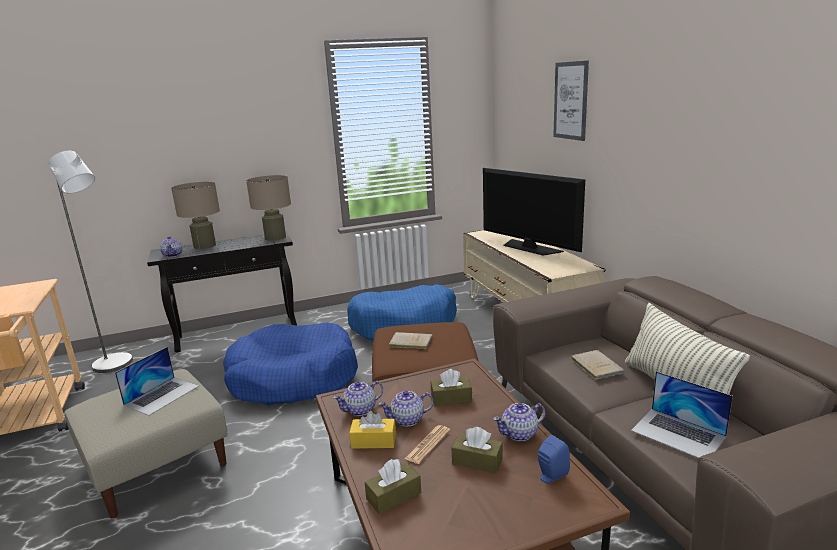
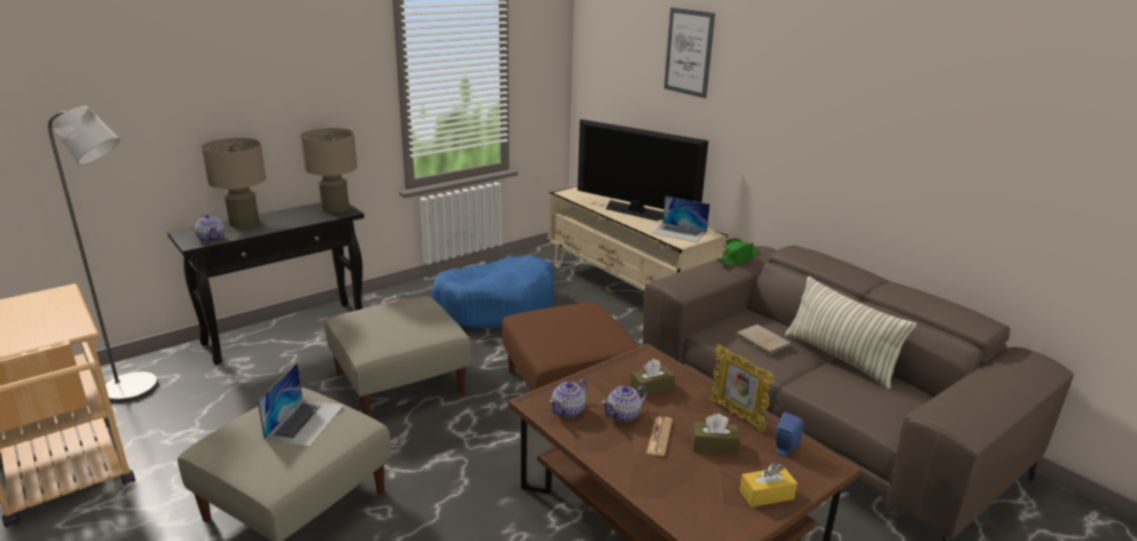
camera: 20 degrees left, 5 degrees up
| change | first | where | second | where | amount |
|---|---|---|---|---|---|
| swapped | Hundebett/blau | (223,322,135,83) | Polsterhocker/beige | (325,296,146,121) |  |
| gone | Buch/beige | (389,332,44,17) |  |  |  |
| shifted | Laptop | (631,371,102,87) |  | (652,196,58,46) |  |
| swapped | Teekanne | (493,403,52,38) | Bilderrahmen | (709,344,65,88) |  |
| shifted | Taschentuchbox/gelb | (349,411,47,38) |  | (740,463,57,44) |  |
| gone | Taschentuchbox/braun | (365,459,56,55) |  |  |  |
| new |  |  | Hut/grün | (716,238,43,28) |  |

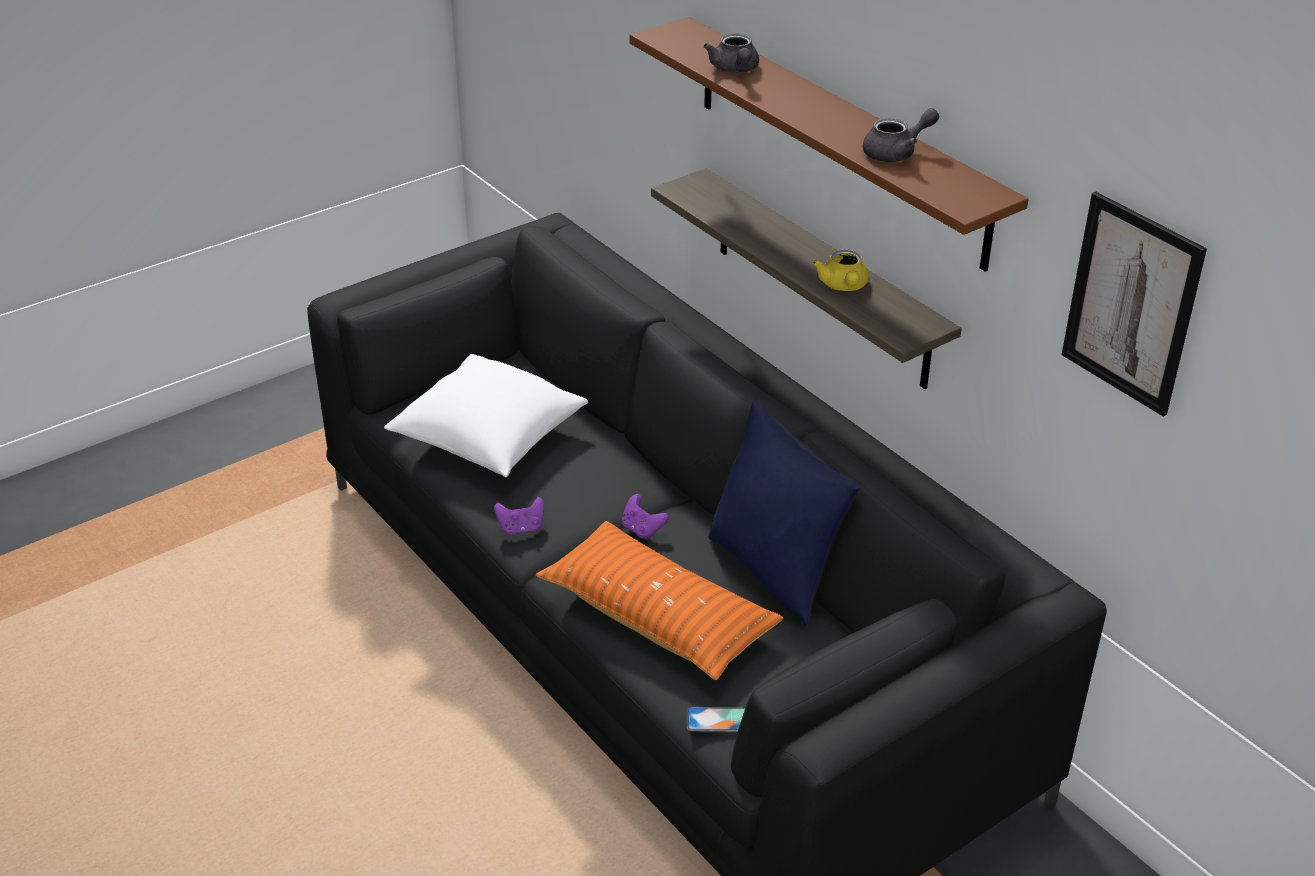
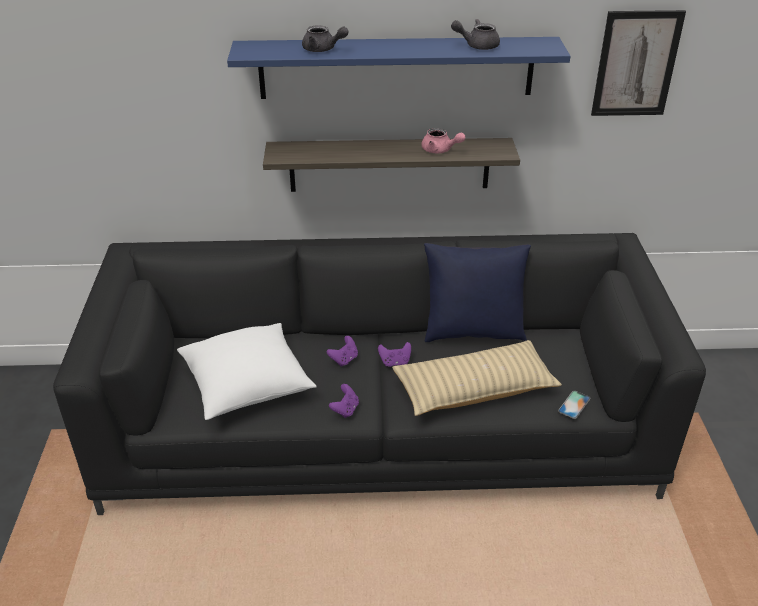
camera: 55 degrees left, 0 degrees up
| change | first | where | second | where | amount |
|---|---|---|---|---|---|
| repainted | Wandregal/braun | (629,17,400,255) | Wandregal/blau | (227,37,344,62) |  |
| rotated | Teekanne/grau | (863,108,76,54) |  | (451,19,49,31) | 105 degrees counterclockwise |
| repainted | Teekanne/gelb | (812,249,57,42) | Teekanne/rosa | (421,128,44,25) |  |
| repainted | Kissen/orange | (535,521,248,159) | Kissen/beige | (392,340,170,76) |  |
| new |  |  | Gamepad/lila | (327,336,31,31) |  |

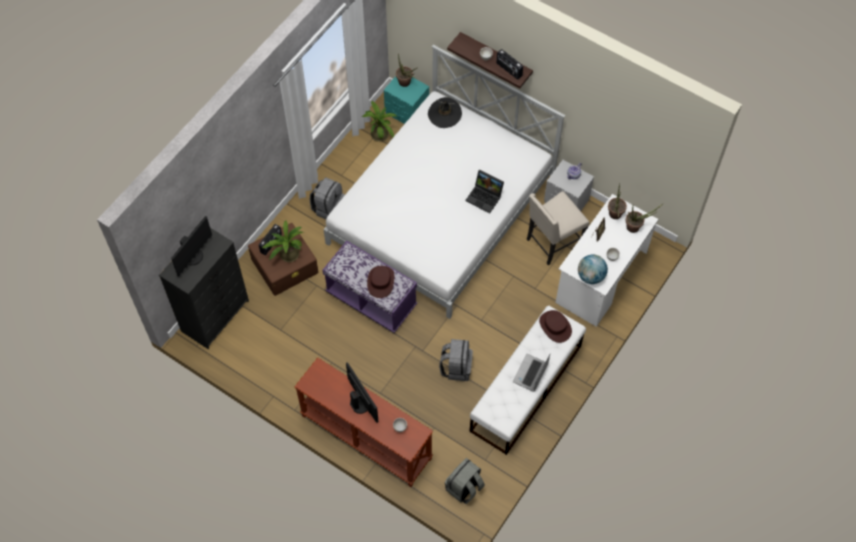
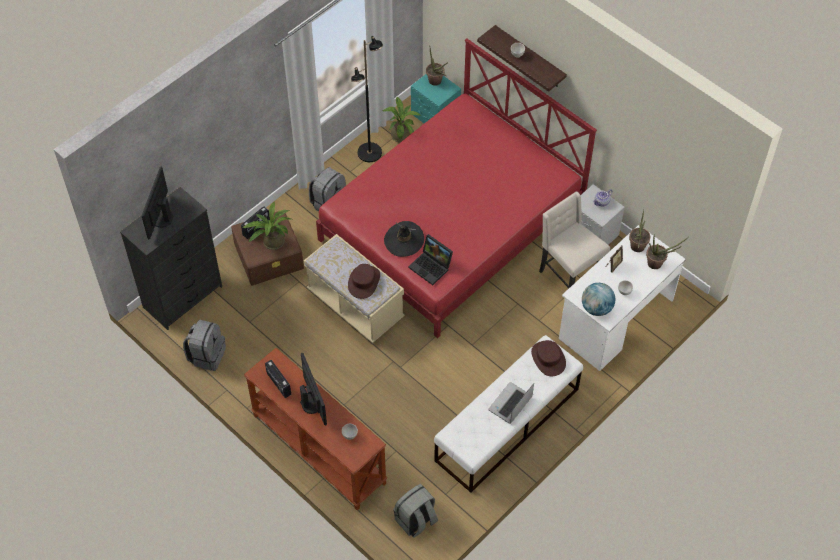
camera: 10 degrees right, 5 degrees down
| change | first | where | second | where | amount |
|---|---|---|---|---|---|
| repainted | Bett/weiß | (323,45,243,274) | Bett/rot | (316,38,281,300) |  |
| shifted | Radio | (496,49,27,31) |  | (265,360,26,38) |  |
| shifted | Hut/schwarz | (428,97,34,31) |  | (384,221,40,36) |  |
| shifted | Laptop | (465,170,39,43) |  | (408,234,45,51) |  |
| rotated | Stuhl/beige | (527,191,62,74) |  | (539,191,71,98) | 75 degrees clockwise |
| rotated | Monitor | (171,216,41,61) |  | (141,167,32,72) | 150 degrees clockwise |
| repainted | Bank/lila | (323,241,94,92) | Bank/beige | (304,234,100,109) |  |
| shifted | Rucksack/grau | (439,339,34,42) |  | (183,319,43,52) |  |
| new |  |  | Stehlampe/schwarz | (351,36,32,126) |  |

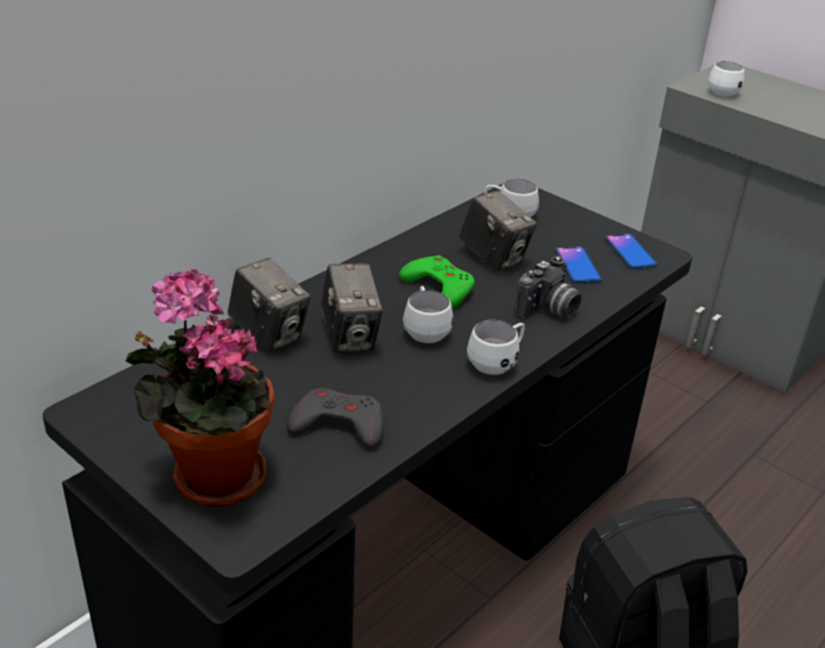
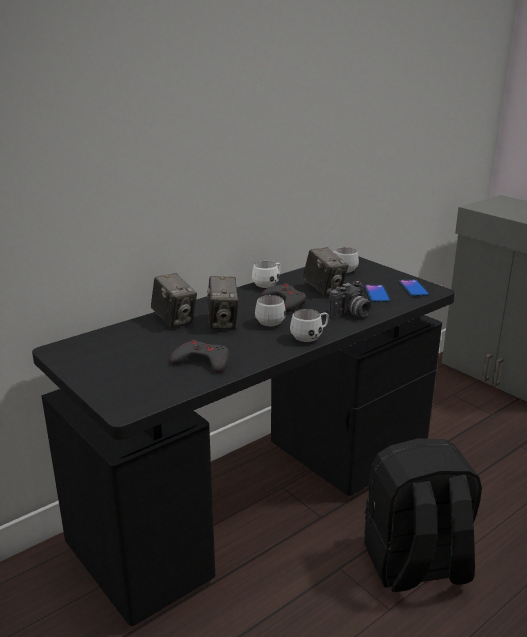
camera: 10 degrees right, 10 degrees down
| change | first | where | second | where | amount |
|---|---|---|---|---|---|
| shifted | Henkelbecher/weiß | (708,61,36,35) |  | (252,261,29,27) |  |
| repainted | Gamepad/grün | (399,255,76,54) | Gamepad/grau | (261,283,45,29) |  |
| gone | Topfpflanze | (126,269,149,238) |  |  |  |

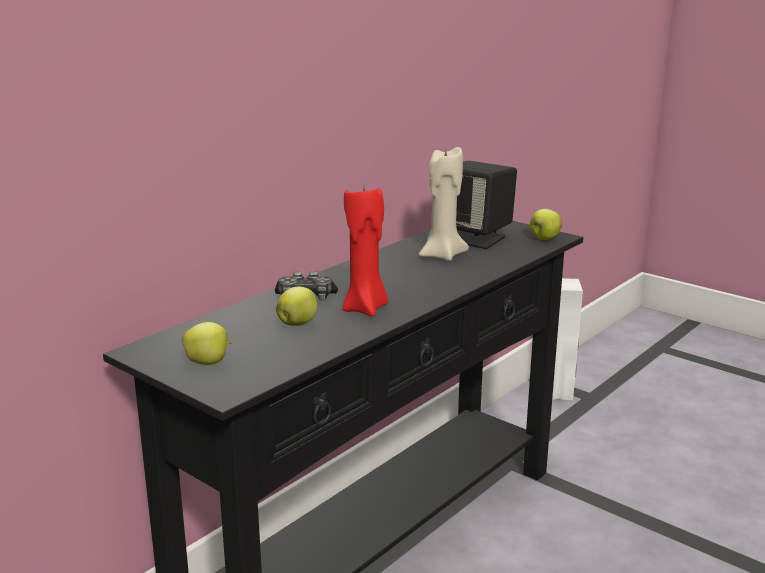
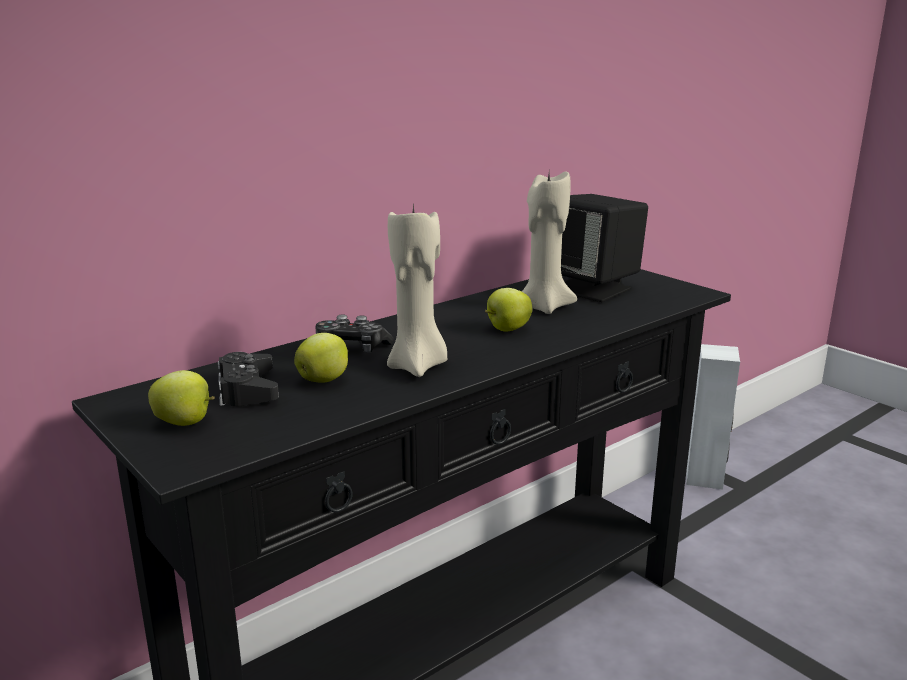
camera: 10 degrees right, 0 degrees up
| change | first | where | second | where | amount |
|---|---|---|---|---|---|
| repainted | Kerze/rot | (342,185,46,132) | Kerze/beige | (387,204,60,173) |  |
| shifted | Apfel | (530,209,32,31) |  | (485,288,48,44) |  |
| new |  |  | Gamepad/schwarz | (218,352,61,54) |  |

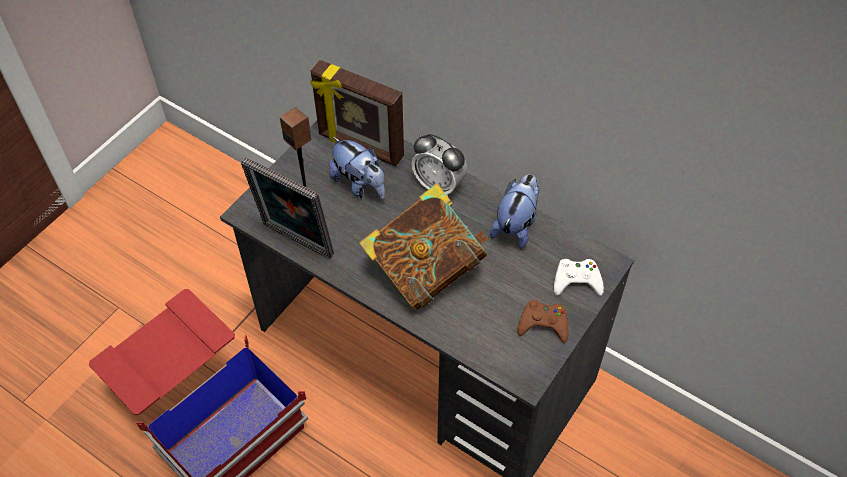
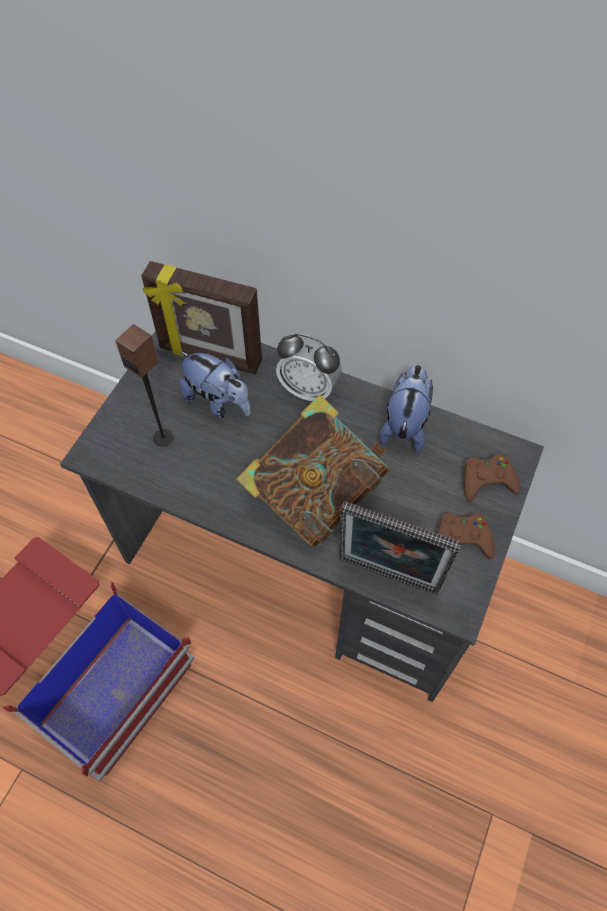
camera: 10 degrees left, 5 degrees up
| change | first | where | second | where | amount |
|---|---|---|---|---|---|
| shifted | Bilderrahmen | (241,157,93,102) |  | (339,501,122,94) |  |
| repainted | Gamepad/weiß | (554,259,50,37) | Gamepad/braun | (464,454,57,48) |  |

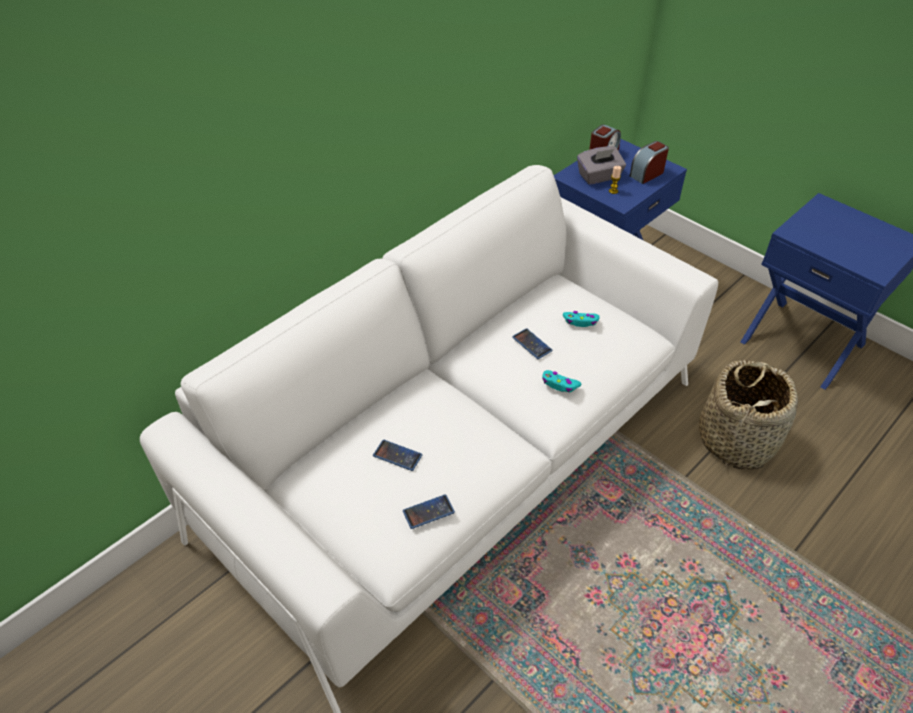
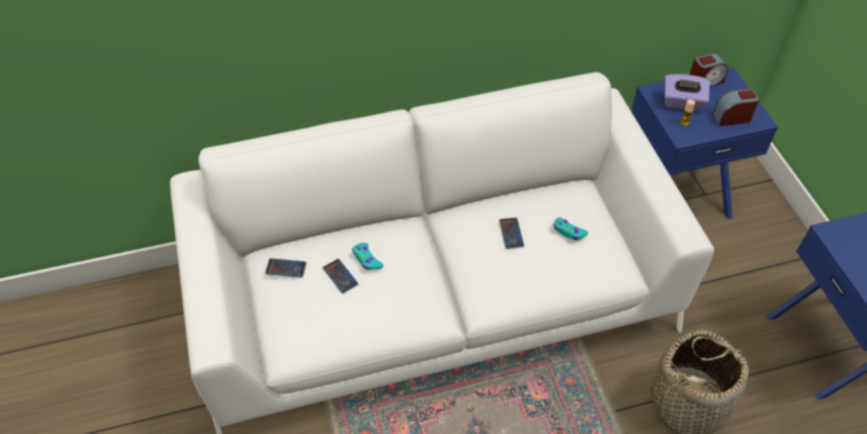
camera: 30 degrees right, 5 degrees up
| change | first | where | second | where | amount |
|---|---|---|---|---|---|
| repainted | Taschentuchbox/grau | (577,146,49,39) | Taschentuchbox/lila | (664,74,46,37) |  |
| shifted | Gamepad/türkis | (542,370,39,22) |  | (352,243,32,27) |  |
| shifted | Handy | (403,494,52,35) |  | (265,258,42,20) |  |

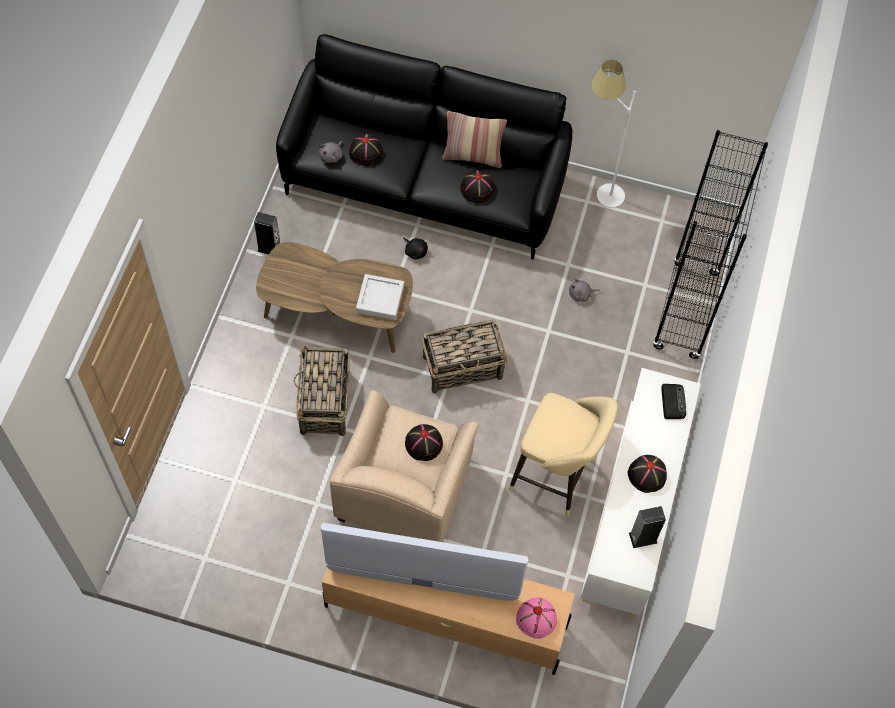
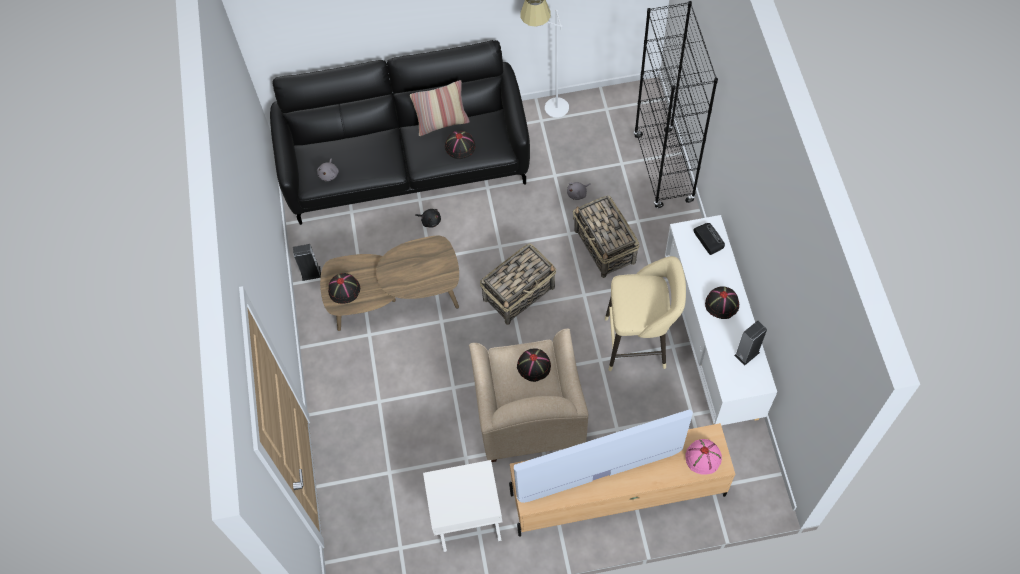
camera: 20 degrees left, 0 degrees up
| change | first | where | second | where | amount |
|---|---|---|---|---|---|
| shifted | Hut/schwarz | (349,134,34,32) |  | (328,273,32,31) |  |
| gone | Tablett/grau | (356,274,48,46) |  |  |  |
| shifted | Korb | (294,346,56,90) |  | (573,195,66,83) |  |
| new |  |  | Nachttisch/weiß | (423,460,80,92) |  |

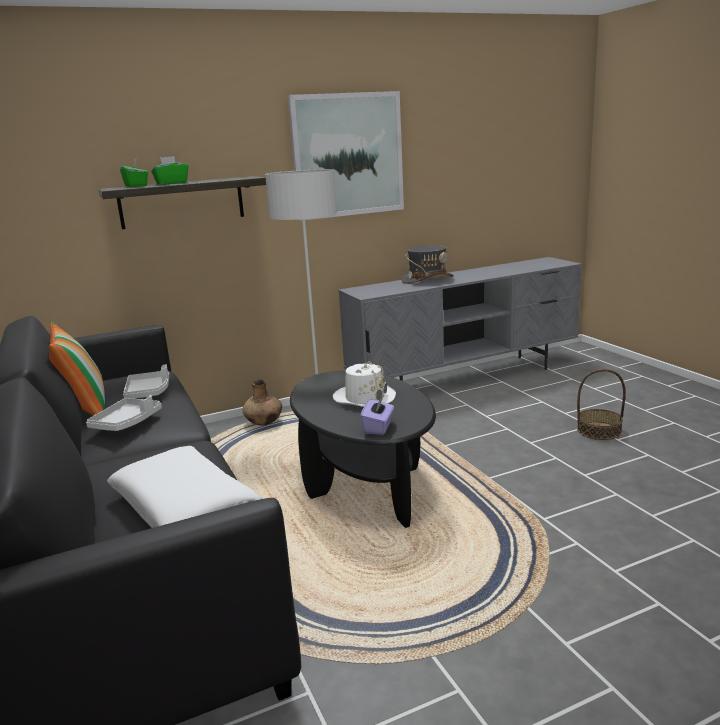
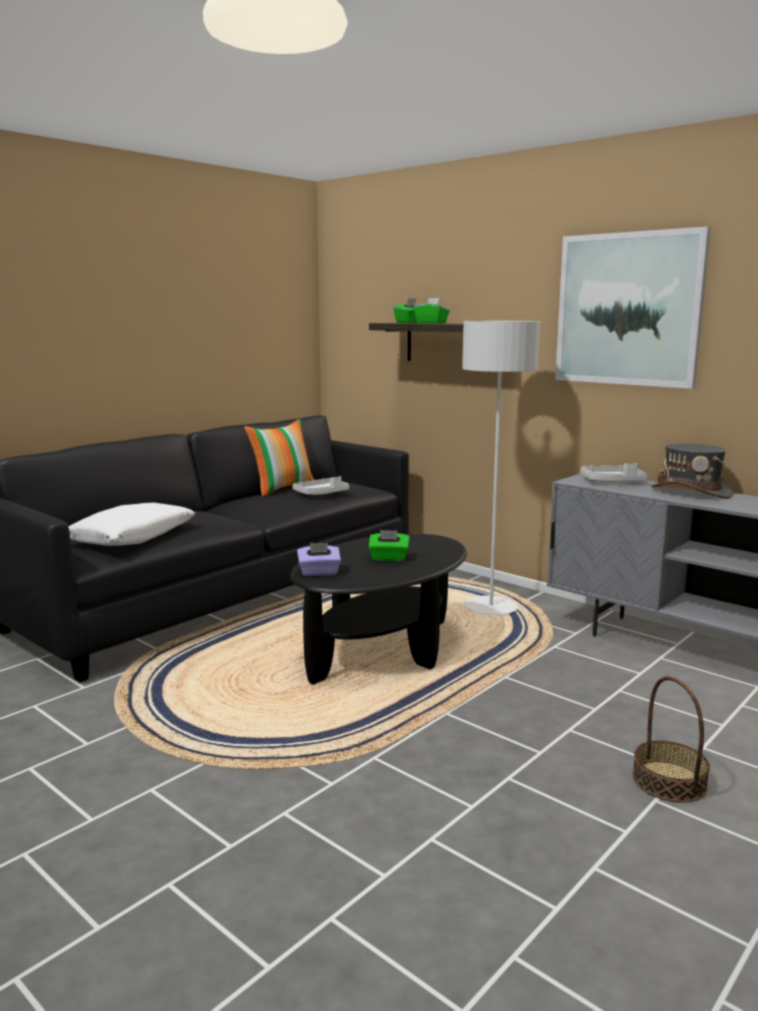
camera: 65 degrees right, 5 degrees down
| change | first | where | second | where | amount |
|---|---|---|---|---|---|
| swapped | Hut/weiß | (333,361,63,46) | Taschentuchbox/grün | (369,530,40,31) |  |
| gone | Vase/braun | (243,380,39,45) |  |  |  |
| shifted | Tablett/grau | (86,395,76,36) |  | (581,463,67,20) |  |

